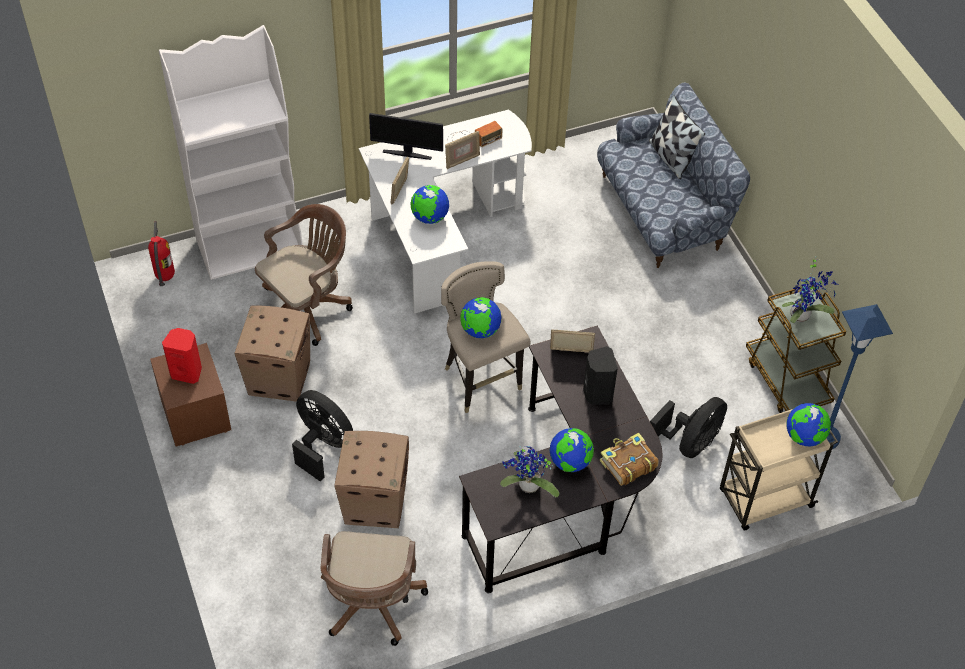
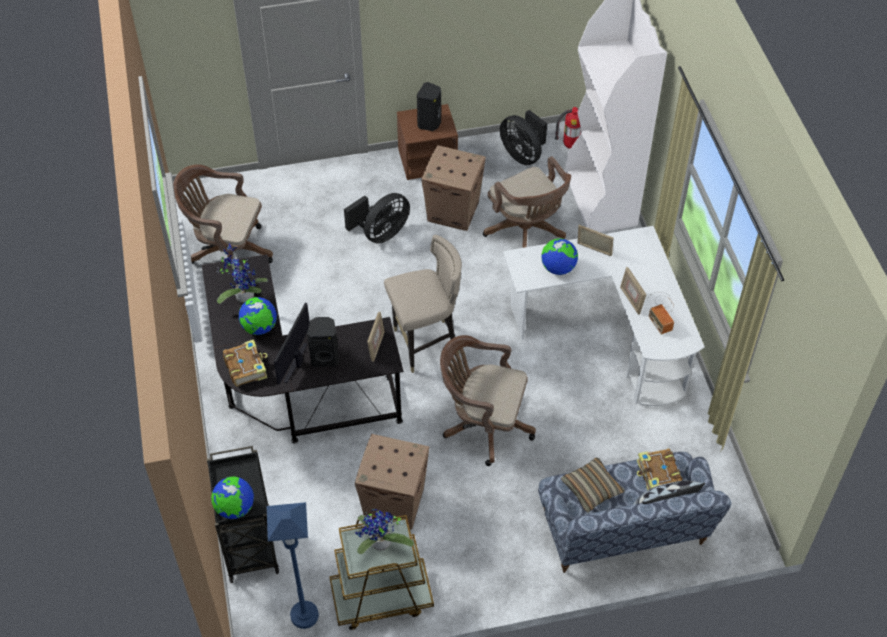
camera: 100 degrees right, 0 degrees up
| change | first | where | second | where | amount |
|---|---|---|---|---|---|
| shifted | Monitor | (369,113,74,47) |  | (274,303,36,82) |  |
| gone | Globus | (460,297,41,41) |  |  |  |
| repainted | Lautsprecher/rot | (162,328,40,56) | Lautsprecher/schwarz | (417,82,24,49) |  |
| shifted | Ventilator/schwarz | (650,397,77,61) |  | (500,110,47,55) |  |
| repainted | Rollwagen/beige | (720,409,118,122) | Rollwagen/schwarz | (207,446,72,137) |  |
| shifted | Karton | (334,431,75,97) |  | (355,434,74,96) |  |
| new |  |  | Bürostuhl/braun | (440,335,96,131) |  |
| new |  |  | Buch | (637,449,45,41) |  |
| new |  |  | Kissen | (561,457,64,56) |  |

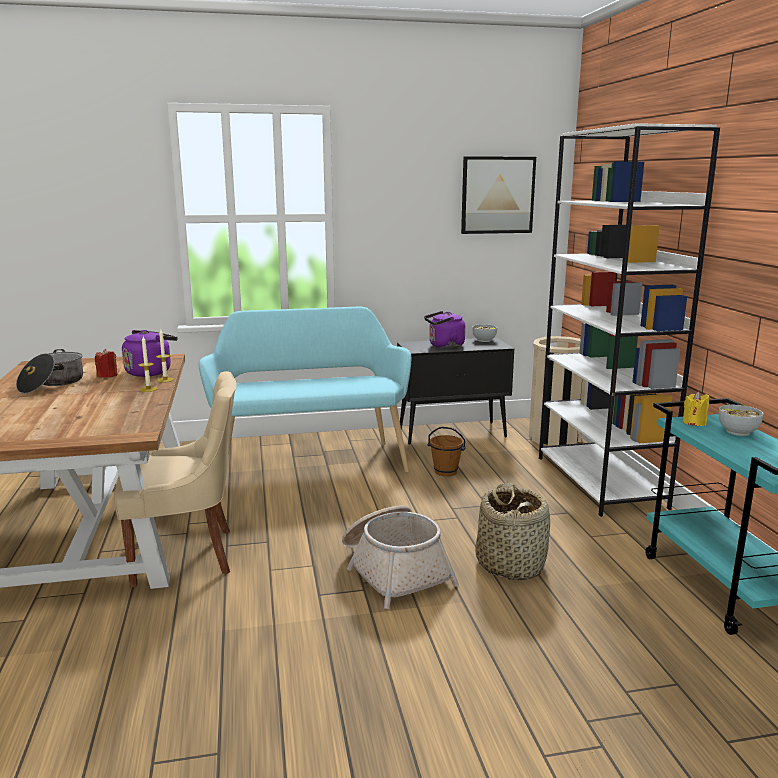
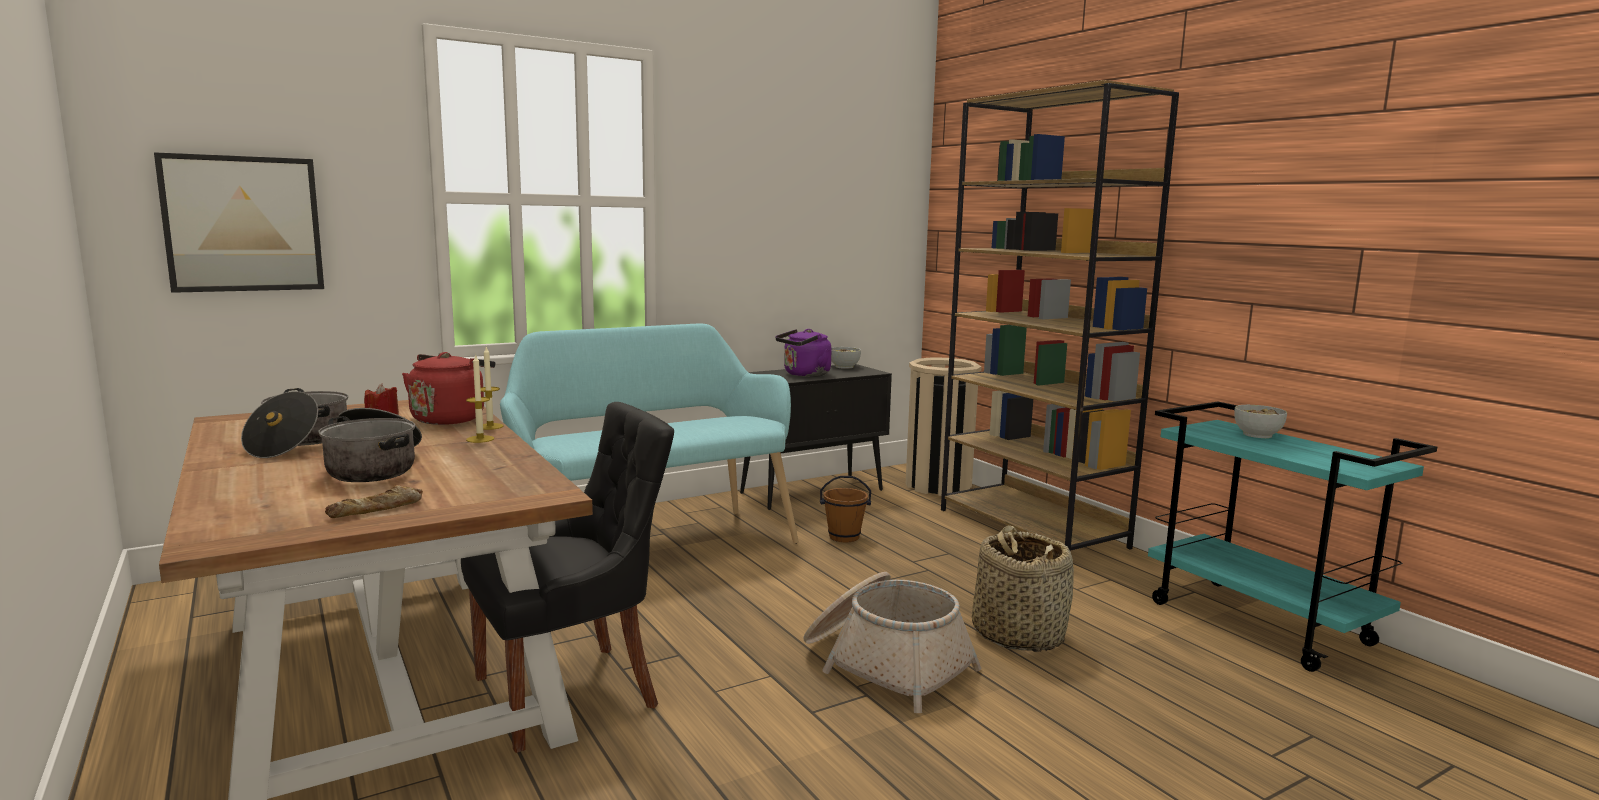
camera: 20 degrees left, 5 degrees down
| change | first | where | second | where | amount |
|---|---|---|---|---|---|
| repainted | Bücherregal/weiß | (539,123,181,394) | Bücherregal/braun | (941,80,238,472) |  |
| shifted | Bild | (461,156,75,78) |  | (154,152,170,141) |  |
| repainted | Wasserkessel/lila | (122,330,56,47) | Wasserkessel/rot | (402,352,93,73) |  |
| repainted | Stuhl/beige | (114,371,123,216) | Stuhl/schwarz | (461,402,213,351) |  |
| gone | Kerze/gelb | (683,392,26,34) |  |  |  |
| new |  |  | Kochtopf | (318,408,104,74) |  |
| new |  |  | Brot | (325,485,98,33) |  |

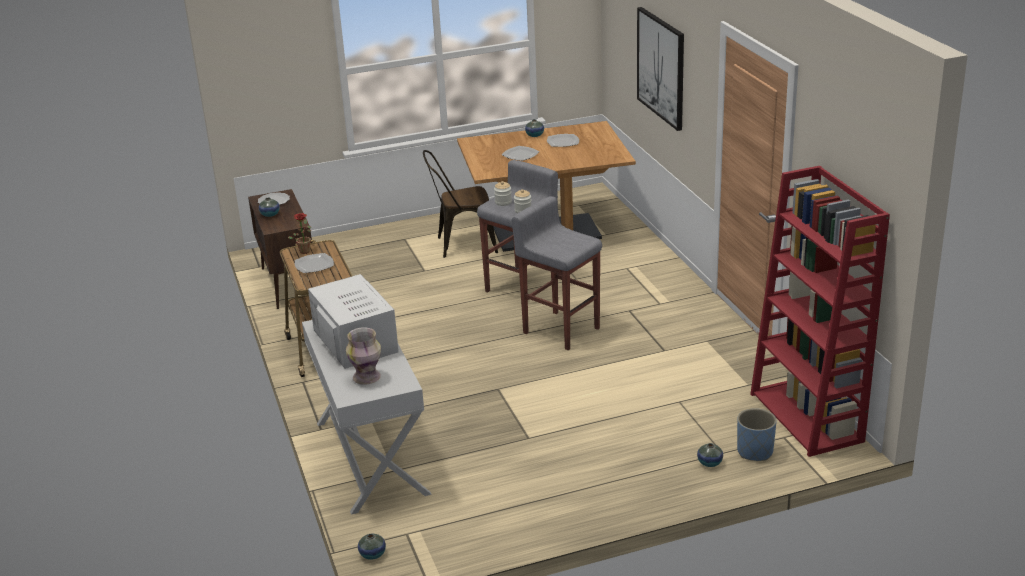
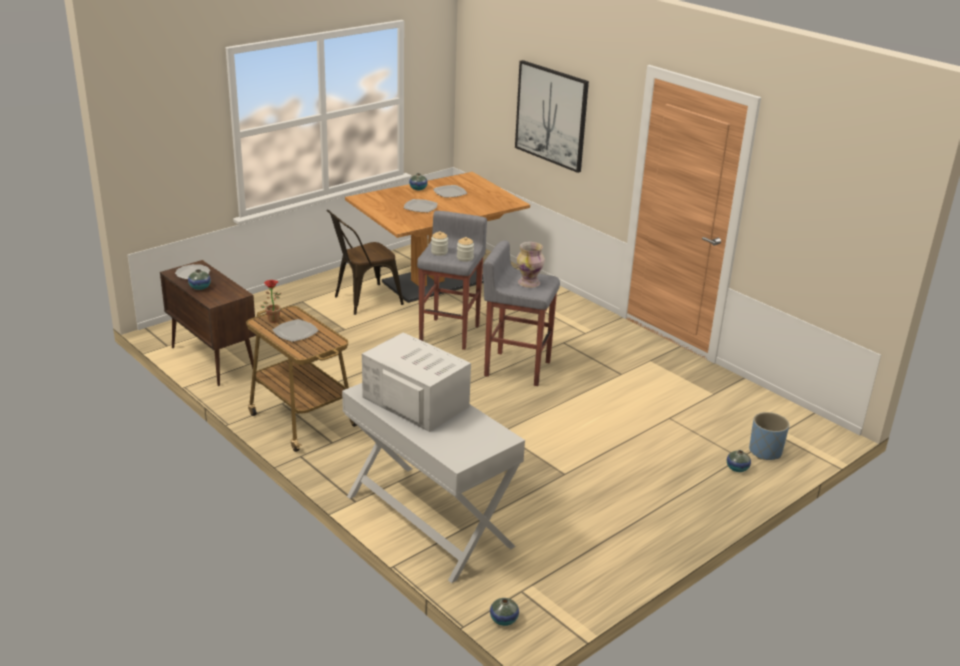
camera: 25 degrees left, 0 degrees up
| change | first | where | second | where | amount |
|---|---|---|---|---|---|
| gone | Bücherregal/rot | (750,166,140,291) |  |  |  |
| shifted | Vase | (346,327,35,58) |  | (516,242,29,46) |  |

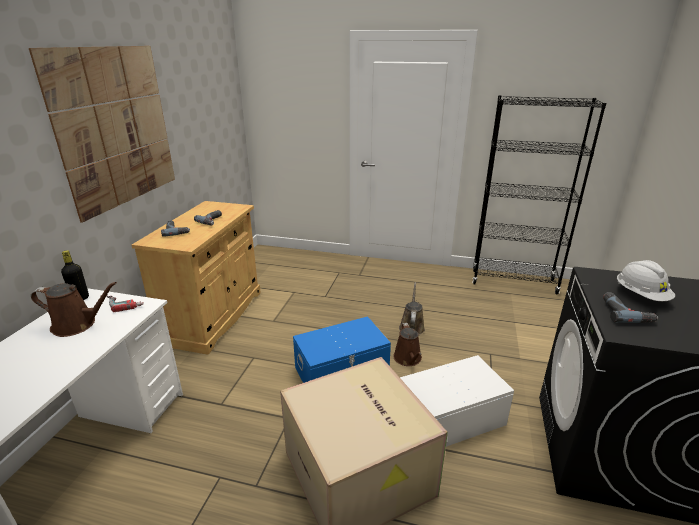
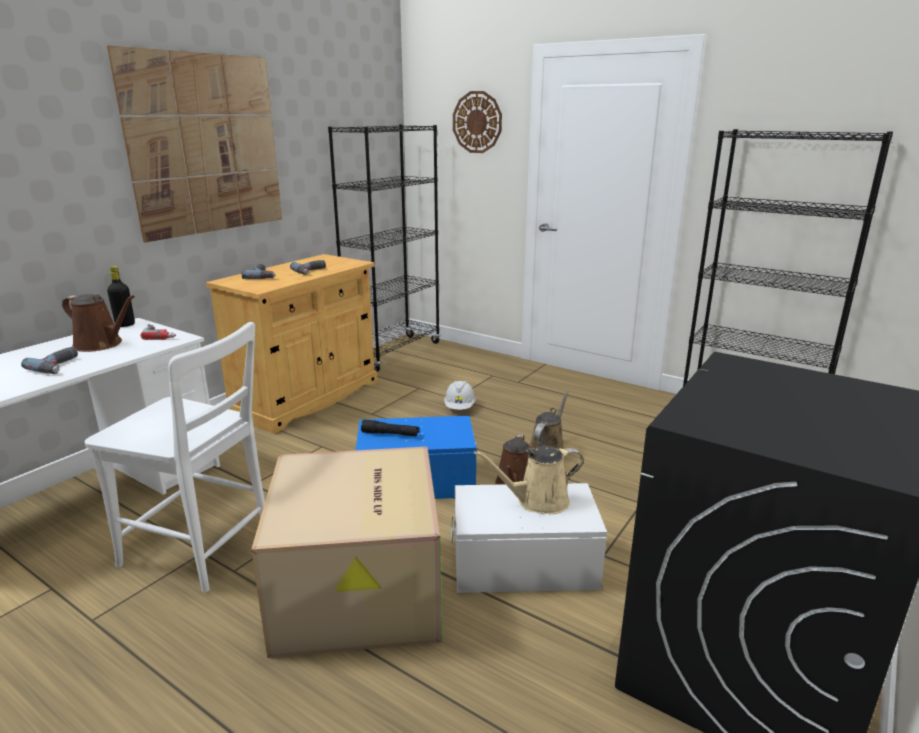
camera: 20 degrees right, 5 degrees down
| change | first | where | second | where | amount |
|---|---|---|---|---|---|
| shifted | Schutzhelm/weiß | (617,260,58,41) |  | (444,381,32,29) |  |
| shifted | Bohrmaschine | (603,292,55,31) |  | (21,347,57,27) |  |
| new |  |  | Wanduhr | (453,91,49,62) |  |
| new |  |  | Bücherregal/schwarz | (328,125,112,247) |  |
| new |  |  | Stuhl/weiß | (85,322,180,271) |  |
| new |  |  | Taschenlampe/schwarz | (361,420,59,17) |  |
| new |  |  | Gießkanne/beige | (474,445,110,69) |  |

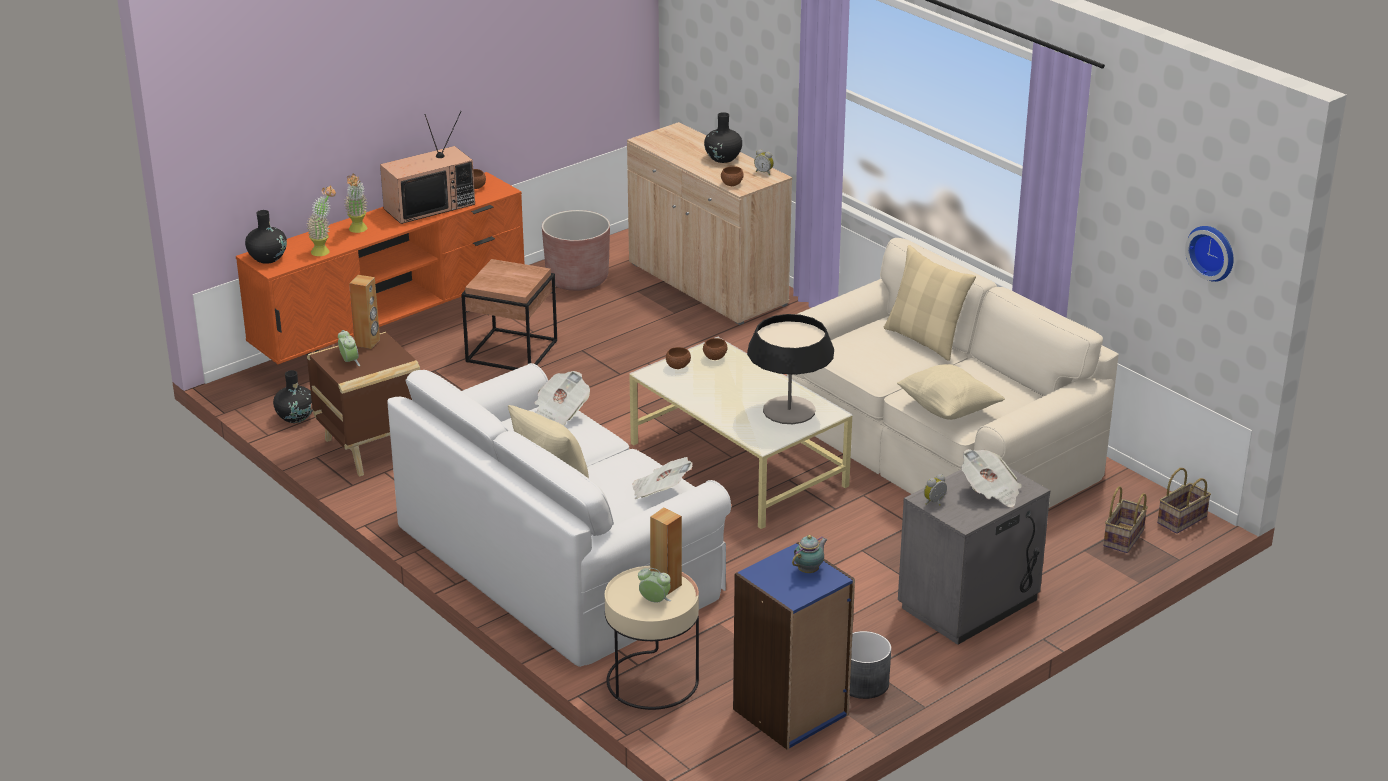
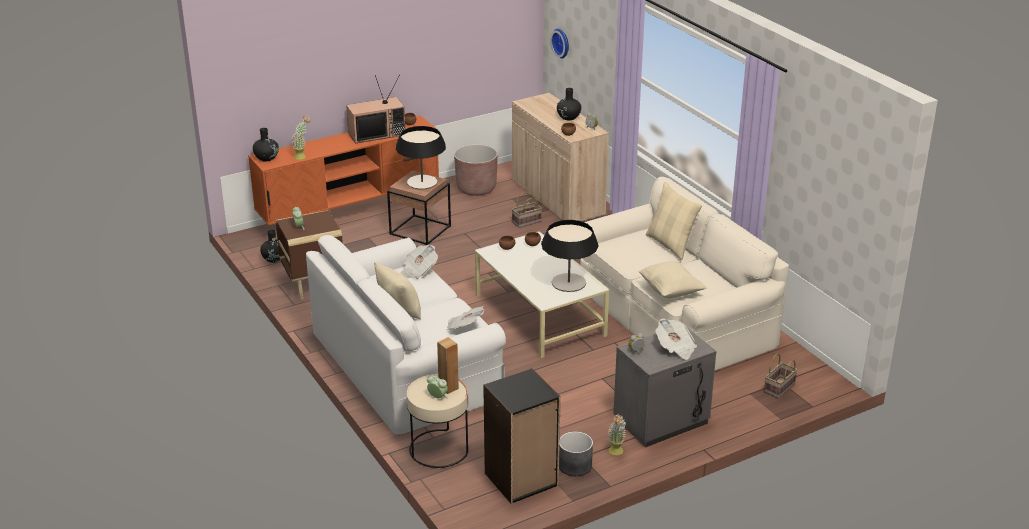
camera: 10 degrees right, 0 degrees up
| change | first | where | second | where | amount |
|---|---|---|---|---|---|
| shifted | Topfpflanze | (345,174,22,59) |  | (607,414,19,41) |  |
| shifted | Wanduhr | (1185,226,49,56) |  | (550,29,19,29) |  |
| gone | Lautsprecher/braun | (349,275,31,74) |  |  |  |
| shifted | Korb | (1157,468,54,66) |  | (512,192,30,36) |  |
| gone | Teekanne | (792,535,36,38) |  |  |  |
| repainted | Bücherregal/blau | (733,542,122,208) | Bücherregal/schwarz | (483,368,78,136) |  |
| new |  |  | Tischlampe | (396,126,50,63) |  |

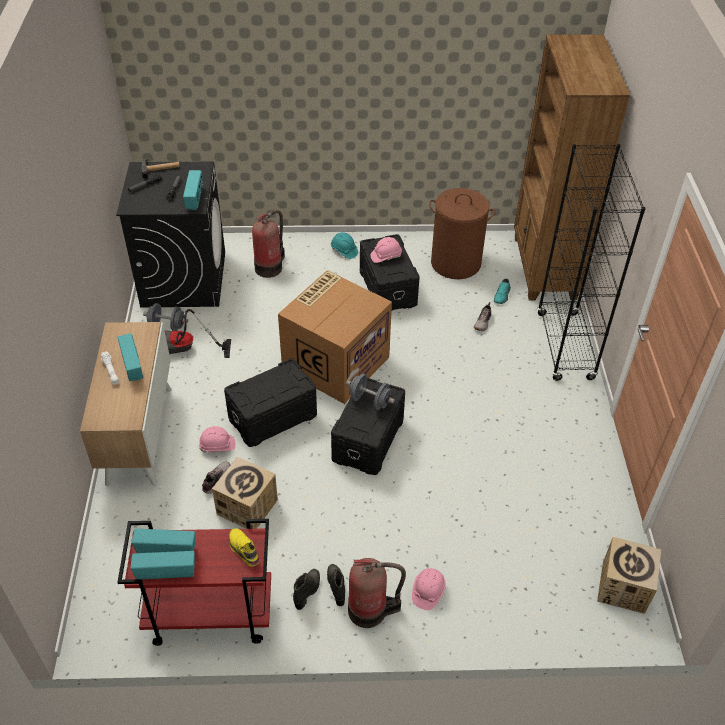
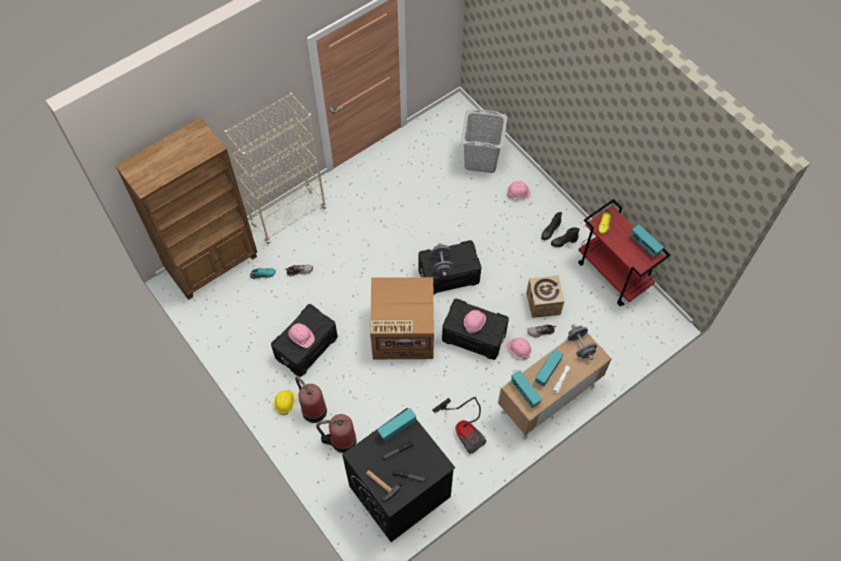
camera: 125 degrees left, 15 degrees up
| change | first | where | second | where | amount |
|---|---|---|---|---|---|
| repainted | Bücherregal/schwarz | (537,144,109,237) | Bücherregal/beige | (225,93,101,151) |  |
| gone | Wäschekorb/braun | (429,188,66,91) |  |  |  |
| repainted | Schutzhelm/türkis | (331,232,27,27) | Schutzhelm/gelb | (274,391,21,25) |  |
| shifted | Hantel/grau | (143,303,45,28) |  | (568,324,29,36) |  |
| shifted | Radio | (132,529,63,24) |  | (511,370,31,38) |  |
| gone | Karton | (597,537,64,77) |  |  |  |
| shifted | Feuerlöscher | (348,558,58,70) |  | (295,376,32,47) |  |
| new |  |  | Wäschekorb/grau | (461,109,46,64) |  |
| new |  |  | Schutzhelm/rosa | (464,310,22,24) |  |

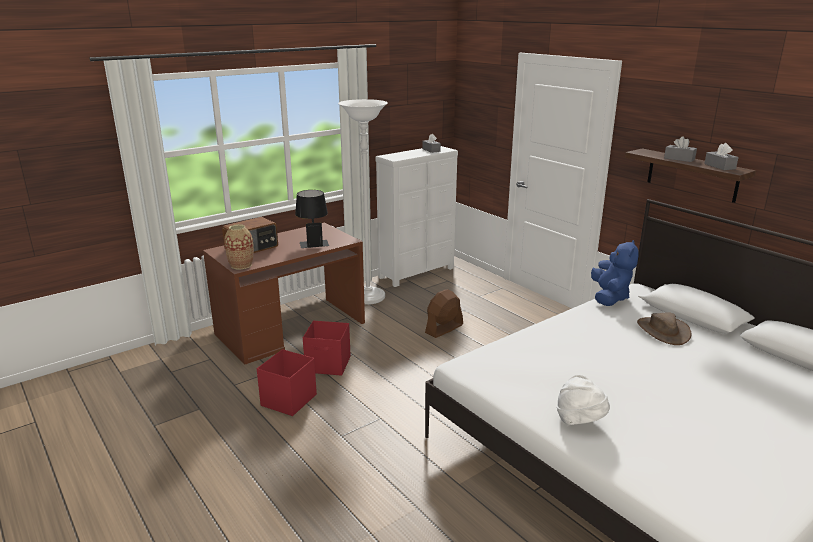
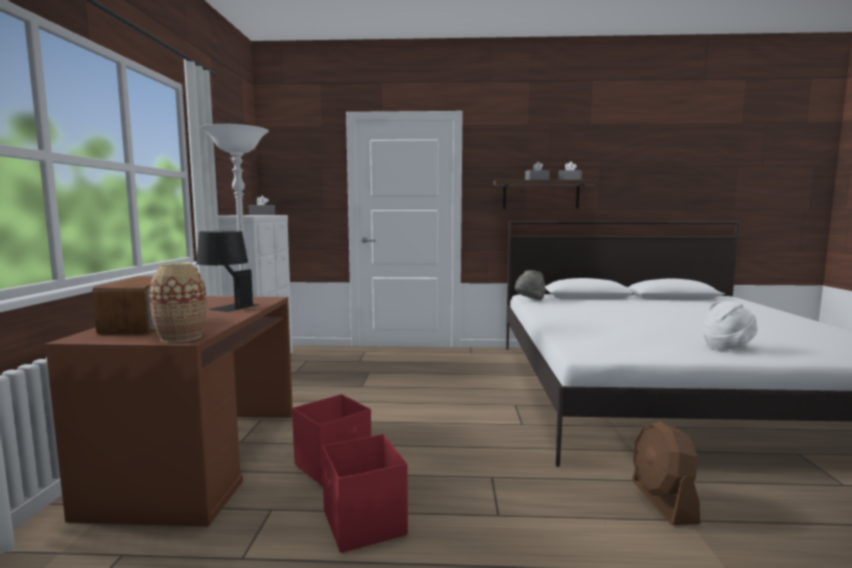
camera: 50 degrees left, 15 degrees down
| change | first | where | second | where | amount |
|---|---|---|---|---|---|
| swapped | Plüschtier/blau | (591,240,47,66) | Hut/grau | (515,270,31,30) |  |
| shifted | Ventilator/braun | (425,289,38,49) |  | (632,421,68,104) |  |
| gone | Hut/braun | (637,312,54,33) |  |  |  |

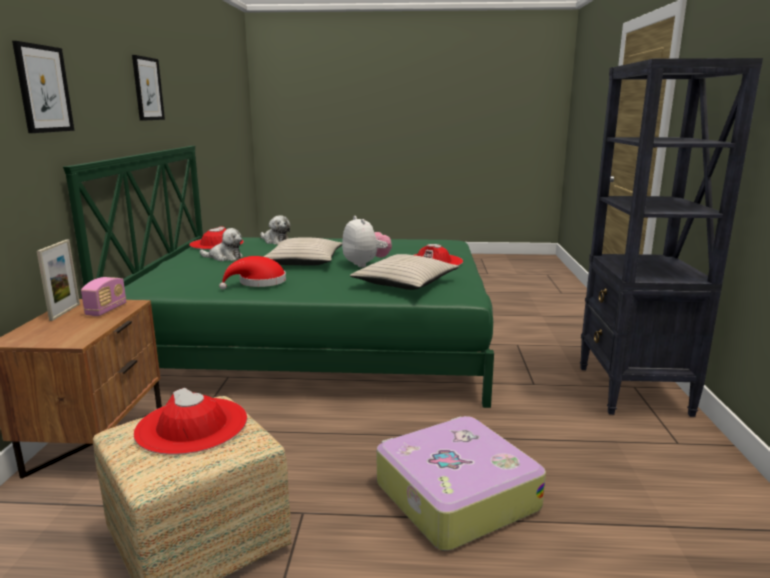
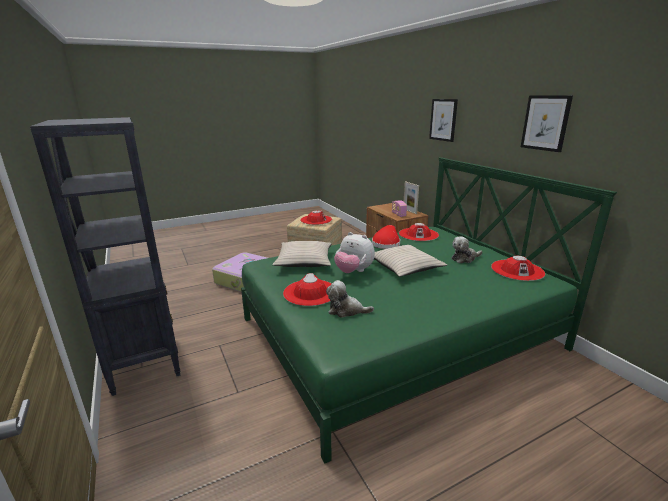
camera: 150 degrees right, 5 degrees up
| change | first | where | second | where | amount |
|---|---|---|---|---|---|
| shifted | Plüschtier | (260,215,30,30) |  | (326,280,48,38) |  |
| new |  |  | Hut/rot | (399,223,40,18) |  |

